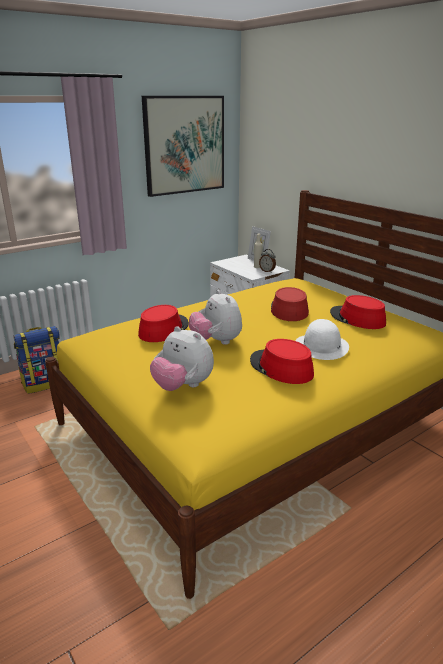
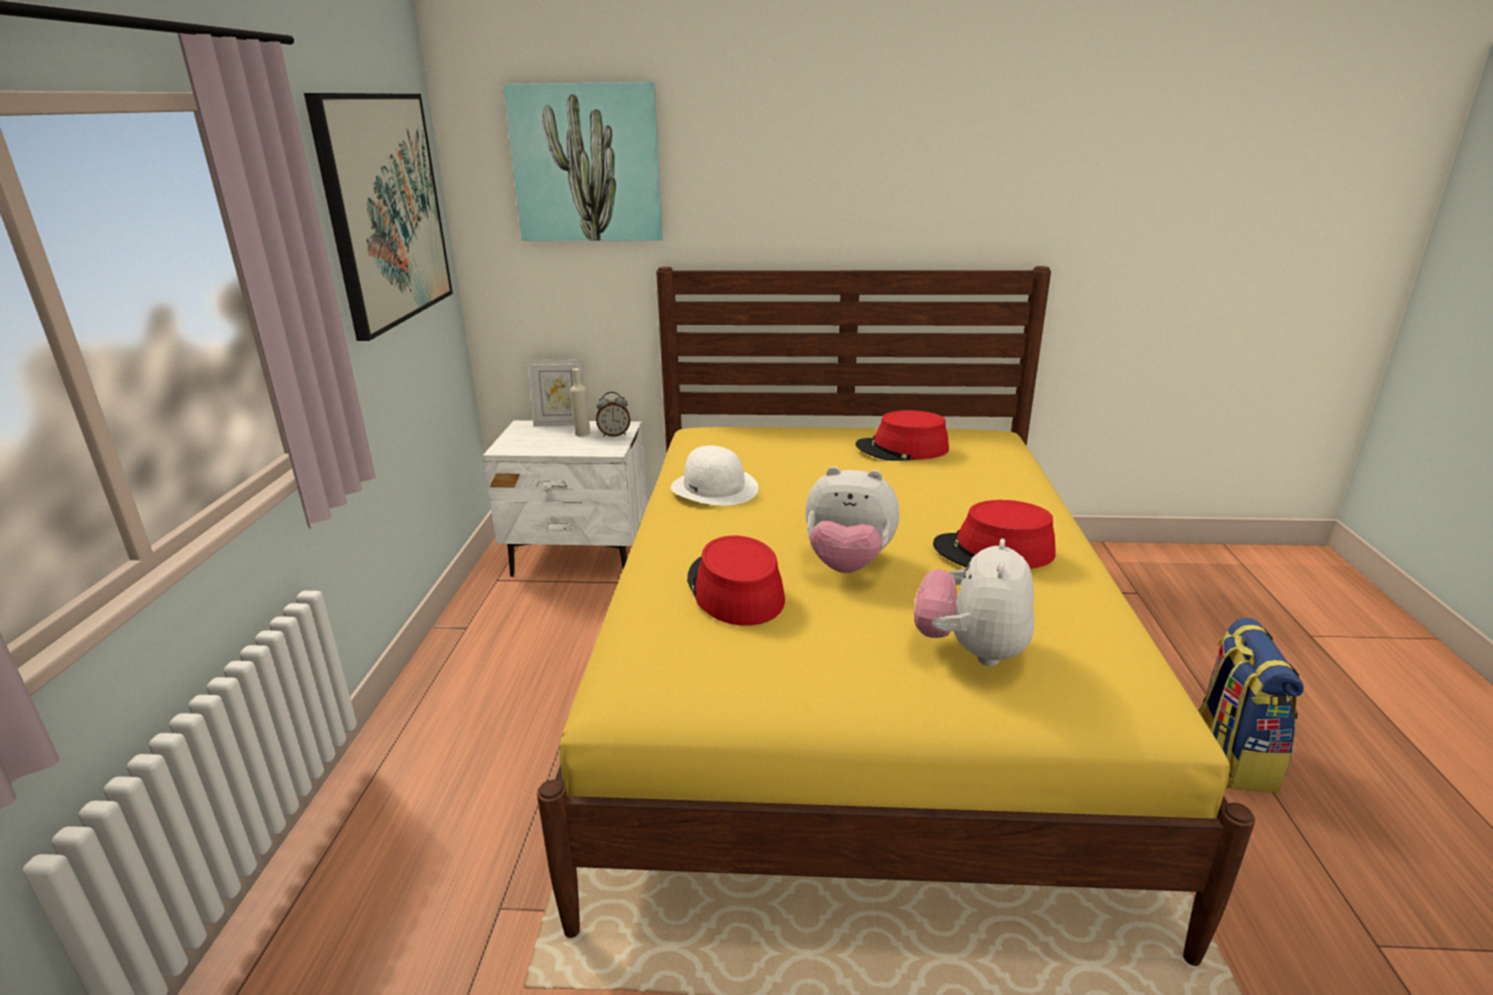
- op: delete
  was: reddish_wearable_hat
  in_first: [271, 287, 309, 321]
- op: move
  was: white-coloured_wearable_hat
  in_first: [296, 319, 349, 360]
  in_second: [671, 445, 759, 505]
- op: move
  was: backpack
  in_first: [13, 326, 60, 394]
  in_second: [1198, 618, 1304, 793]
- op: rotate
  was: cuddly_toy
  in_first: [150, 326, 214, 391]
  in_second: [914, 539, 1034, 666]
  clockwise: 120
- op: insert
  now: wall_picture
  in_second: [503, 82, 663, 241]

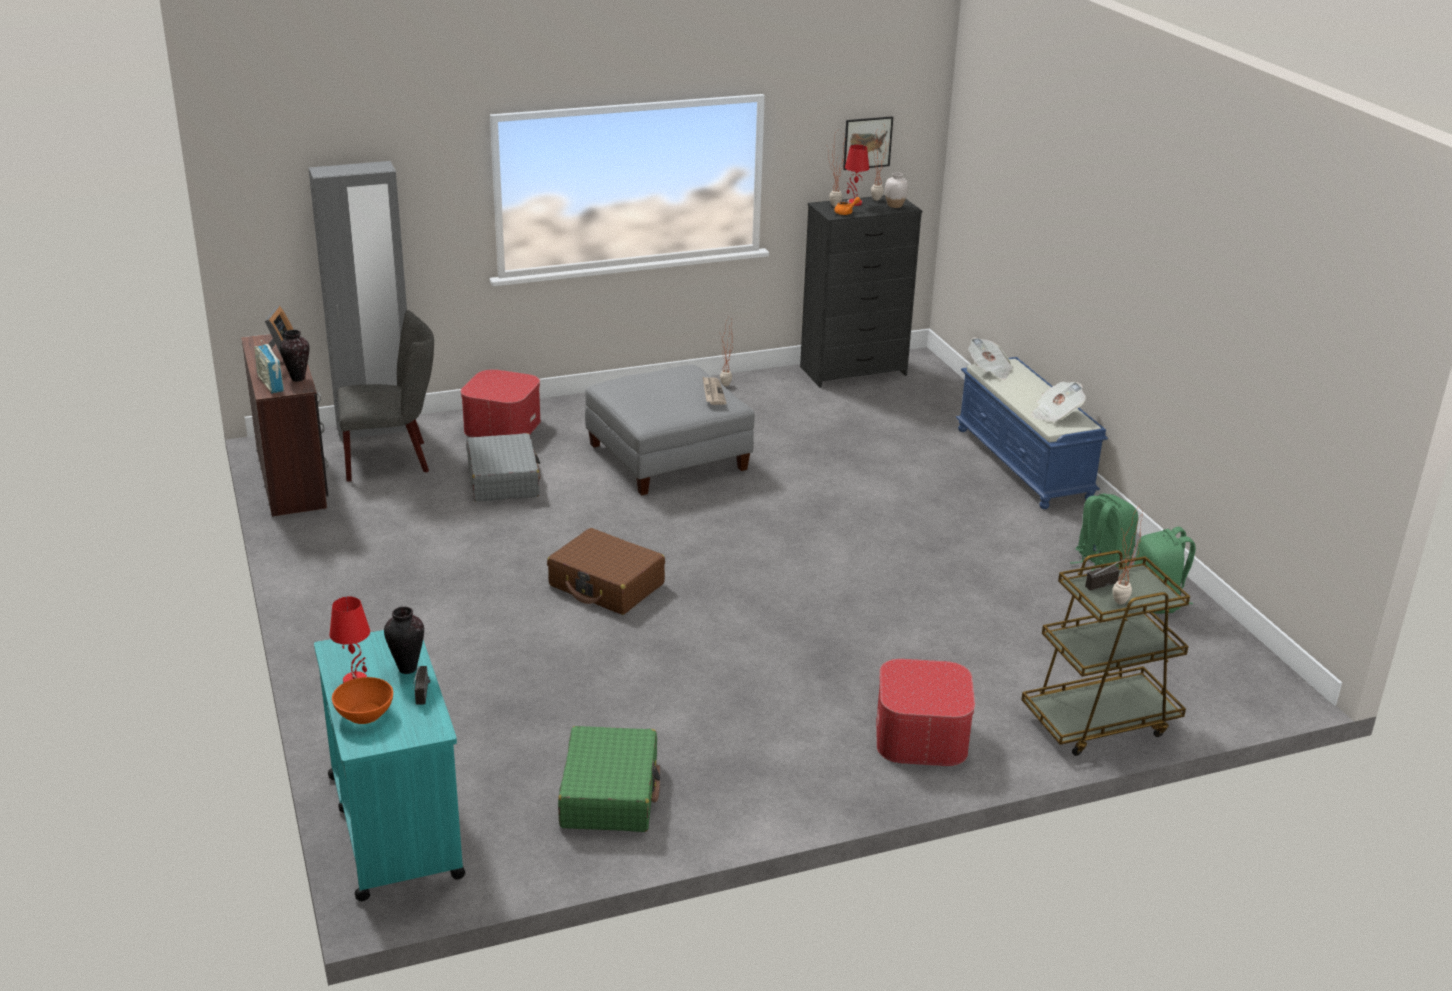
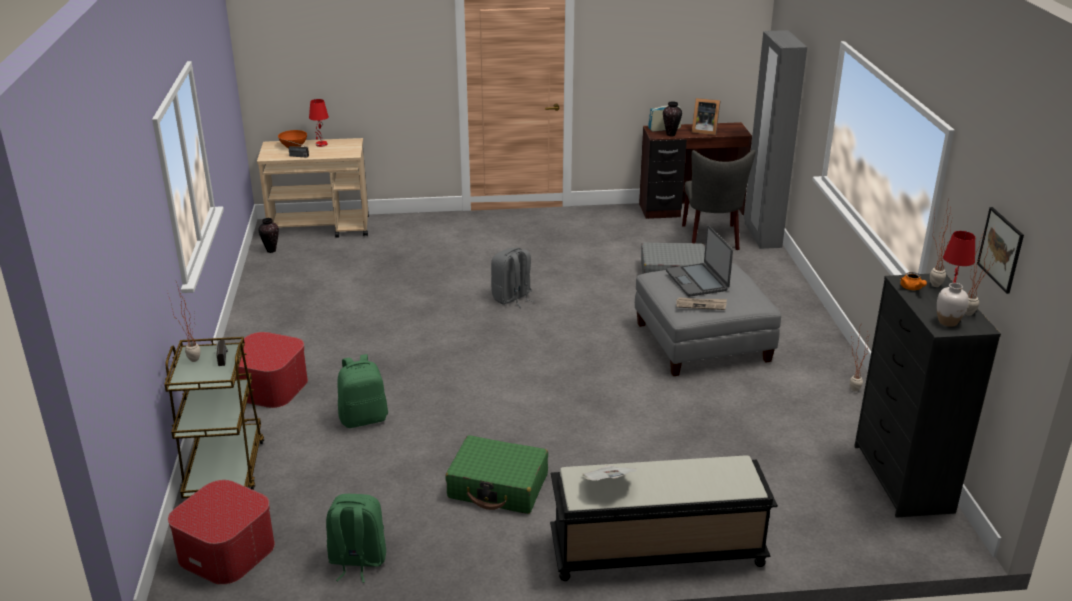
- op: delete
  was: newspaper
  in_first: [968, 337, 1014, 380]
- op: recolor
  was: bluish_bench
  now: black_bench
  in_first: [956, 357, 1108, 509]
  in_second: [550, 455, 778, 581]
- op: move
  was: pouffe
  in_first: [461, 369, 541, 437]
  in_second: [168, 480, 275, 585]
- op: move
  was: green_backpack
  in_first: [1070, 493, 1138, 571]
  in_second: [337, 354, 388, 428]
- op: replace
  was: brownish_travel_case
  now: greyish_backpack
  in_first: [547, 528, 665, 615]
  in_second: [491, 248, 535, 308]
- op: move
  was: decorative_vase
  in_first: [384, 607, 424, 674]
  in_second: [258, 218, 279, 253]
- op: recolor
  was: turquoise_cart
  now: sand-coloured_cart
  in_first: [314, 630, 465, 901]
  in_second: [257, 138, 369, 238]
- op: move
  was: green_travel_case
  in_first: [558, 726, 660, 832]
  in_second: [445, 435, 548, 514]
- op: insert
  now: laptop
  in_second: [666, 225, 733, 297]

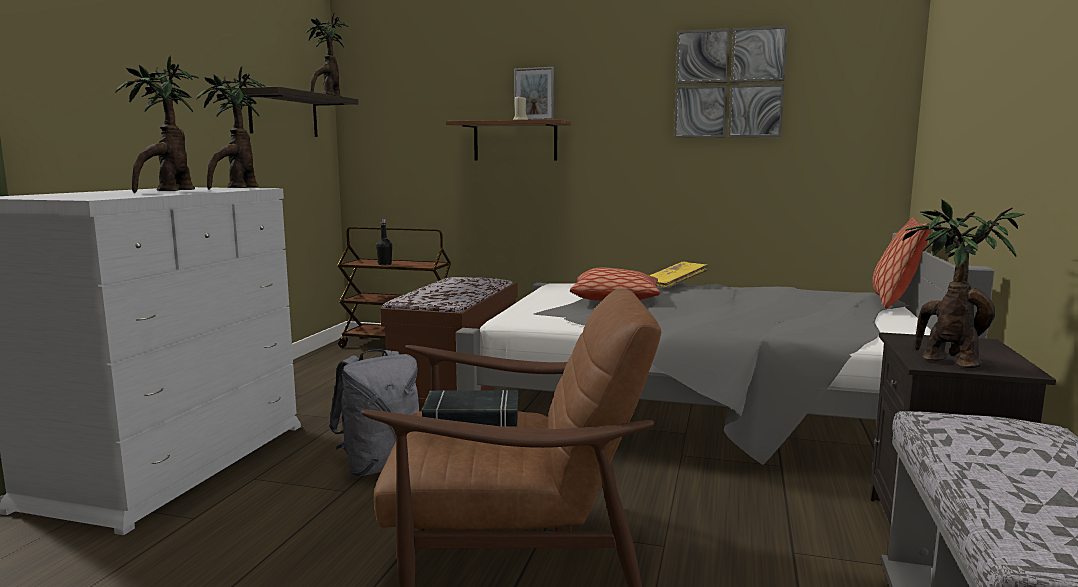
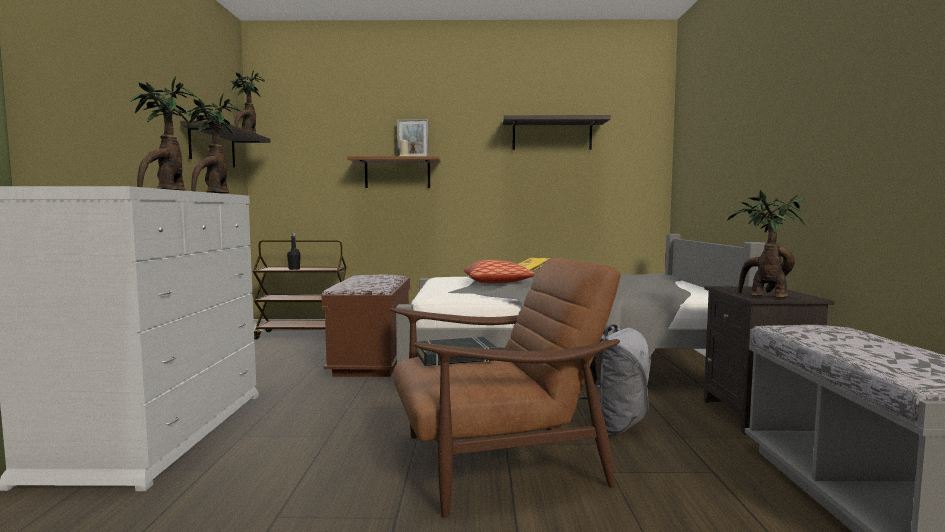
- op: replace
  was: wall_picture
  now: bracket_shelf
  in_first: [674, 26, 788, 138]
  in_second: [502, 115, 611, 150]
- op: delete
  was: pillow
  in_first: [872, 217, 930, 308]
- op: move
  was: greyish_backpack
  in_first: [329, 349, 419, 477]
  in_second: [578, 324, 652, 434]

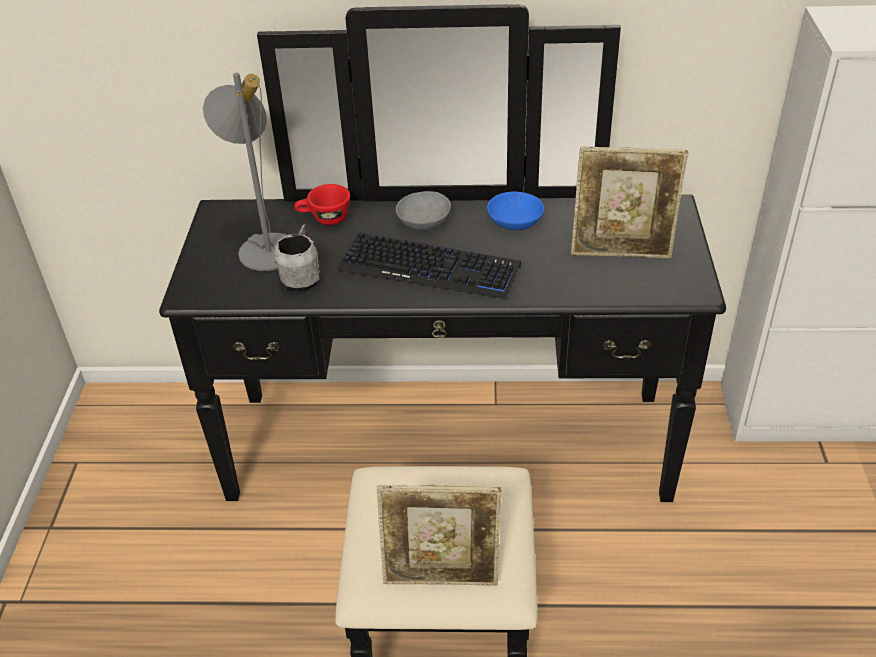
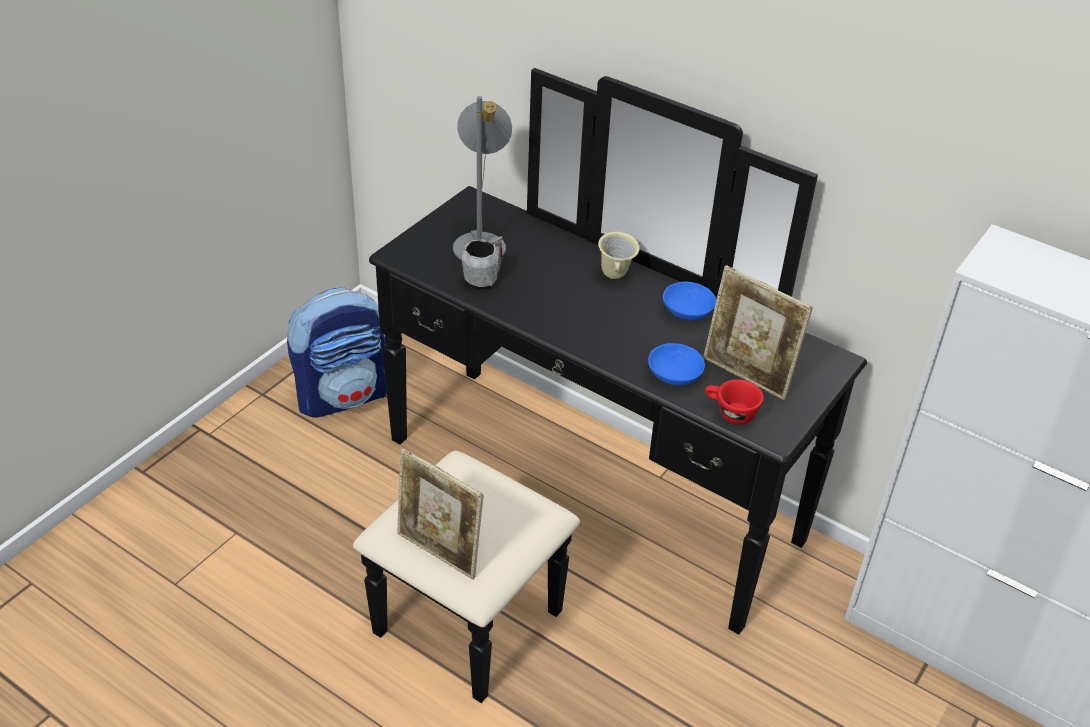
- op: move
  was: reddish_drinking_cup
  in_first: [295, 184, 350, 225]
  in_second: [705, 379, 764, 424]
- op: replace
  was: greyish_deep_dish
  now: sand-coloured_mug
  in_first: [396, 191, 451, 230]
  in_second: [598, 232, 640, 279]
- op: delete
  was: computer_keyboard
  in_first: [337, 232, 521, 299]
- op: insert
  now: backpack
  in_second: [287, 287, 387, 418]
- op: insert
  now: bluish_deep_dish
  in_second: [648, 343, 705, 386]

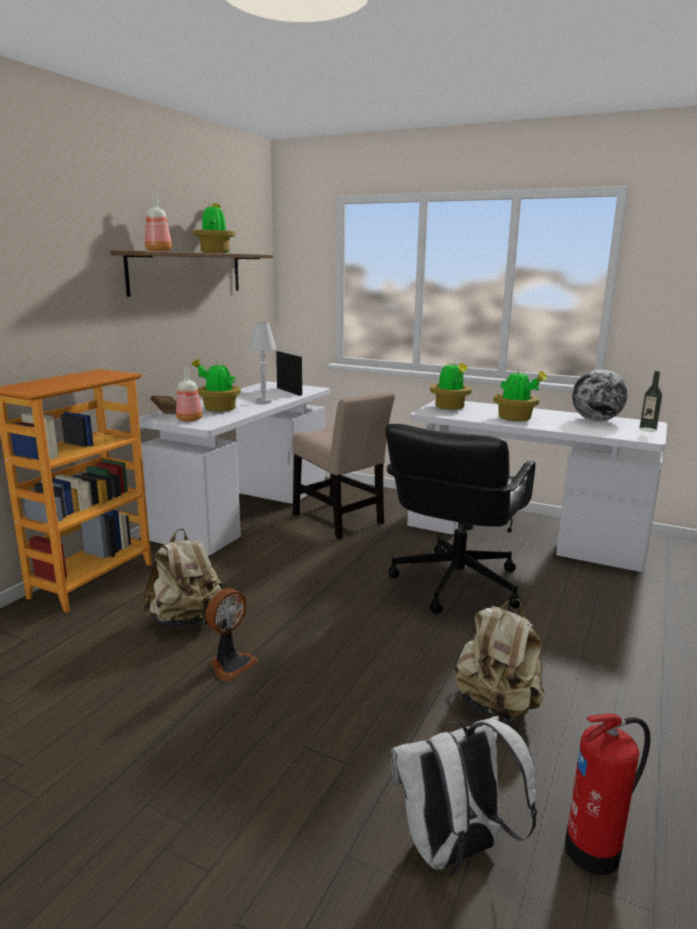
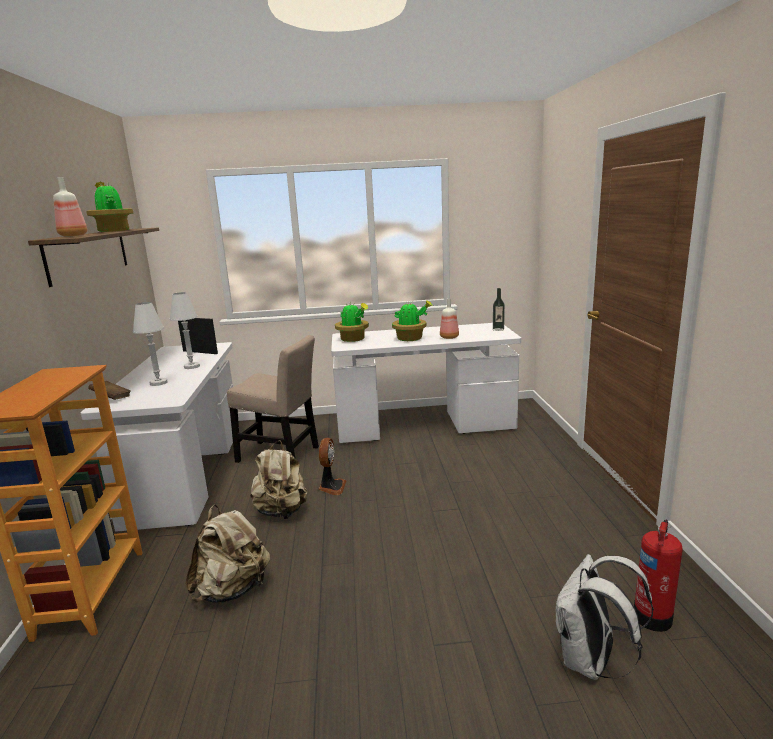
- op: replace
  was: potted_plant
  now: white-coloured_tabletop_lamp
  in_first: [191, 359, 241, 412]
  in_second: [133, 302, 168, 386]
- op: move
  was: drink_bottle
  in_first: [176, 367, 202, 422]
  in_second: [440, 298, 459, 339]
- op: delete
  was: globe
  in_first: [572, 369, 627, 421]
- op: delete
  was: black_computer_chair
  in_first: [385, 424, 535, 614]
- op: move
  was: cooling_fan
  in_first: [206, 588, 258, 681]
  in_second: [318, 438, 346, 495]
- op: move
  was: sand-coloured_backpack
  in_first: [455, 599, 545, 723]
  in_second: [250, 440, 307, 519]

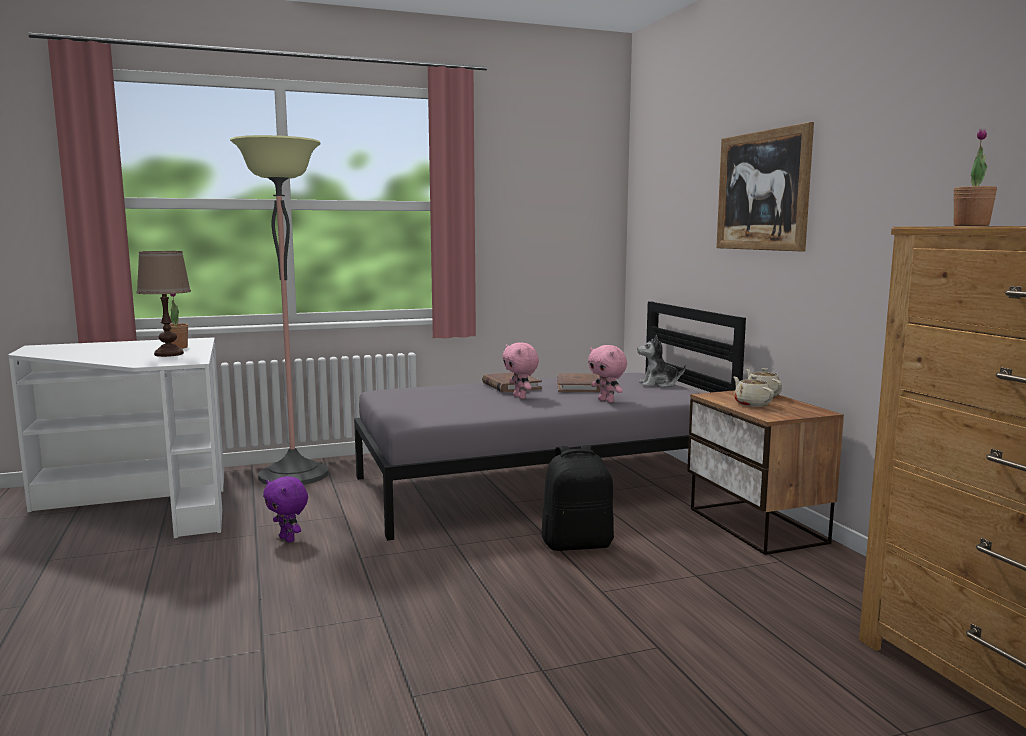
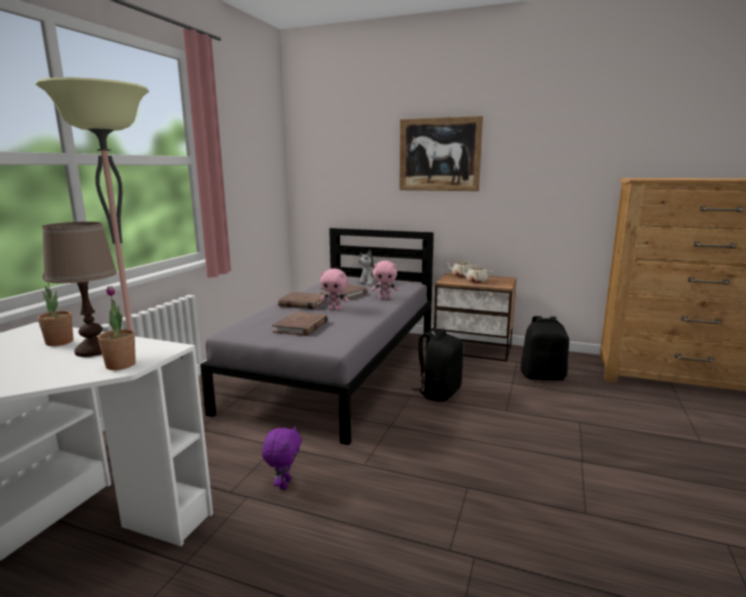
- op: move
  was: potted_plant
  in_first: [953, 128, 997, 226]
  in_second: [98, 286, 136, 370]
- op: rotate
  was: purplish_cuddly_toy
  in_first: [263, 476, 308, 543]
  in_second: [262, 426, 302, 490]
  clockwise: -75
- op: insert
  now: brownish_bound_book
  in_second: [272, 312, 328, 336]
- op: insert
  now: black_backpack
  in_second: [520, 316, 569, 380]

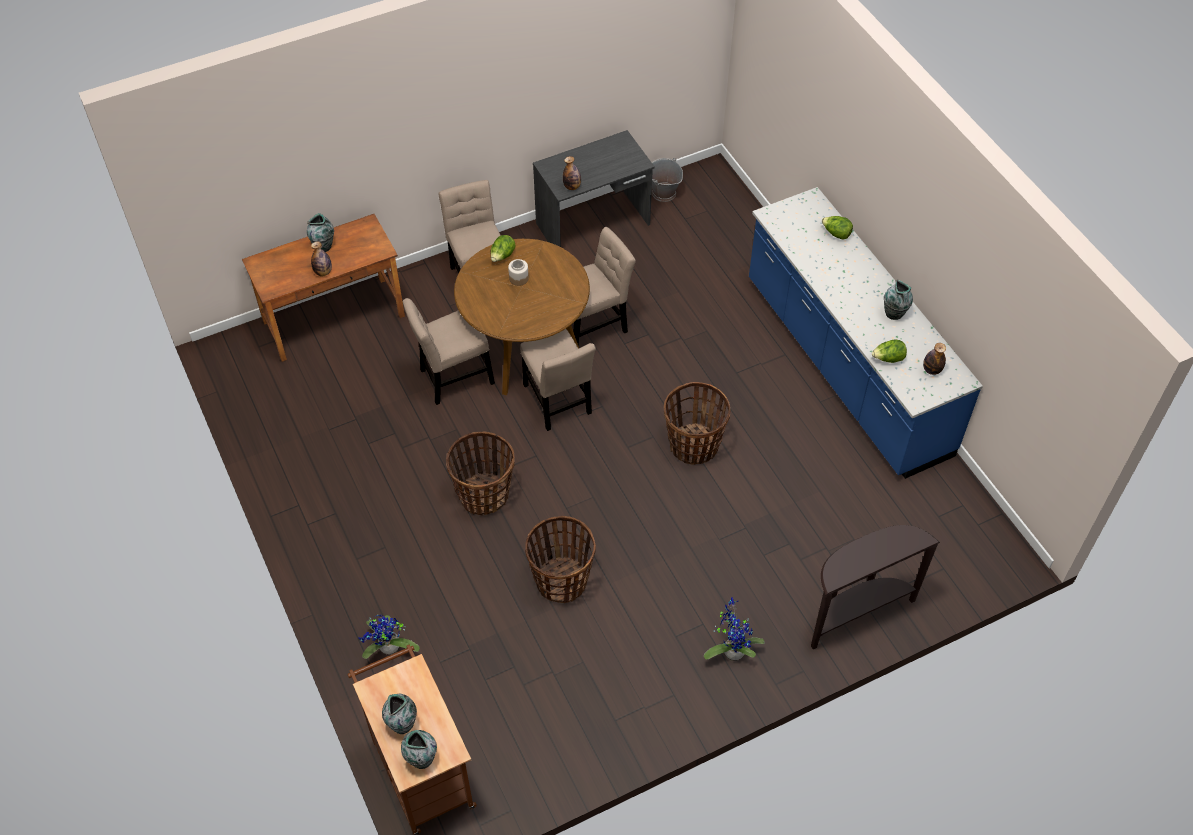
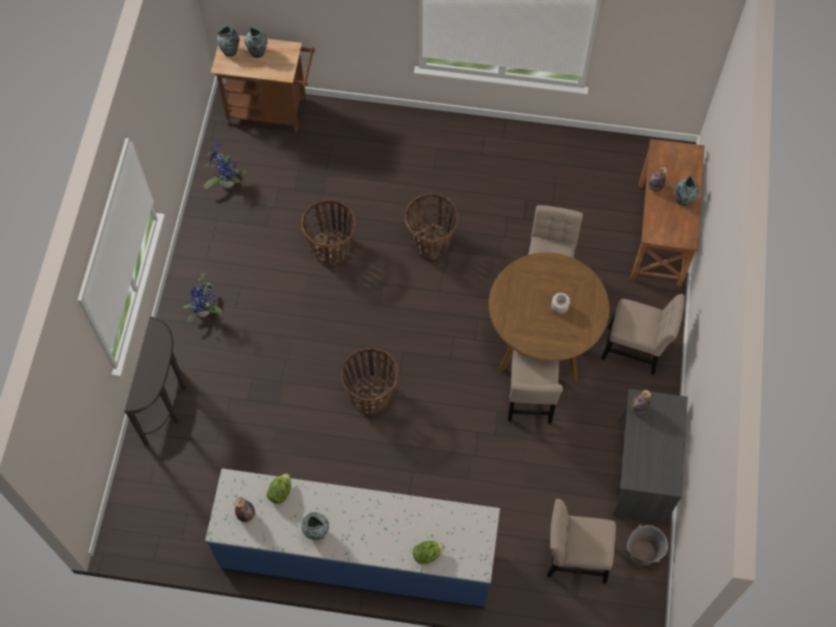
- op: delete
  was: head_of_lettuce
  in_first: [490, 235, 516, 262]
- op: move
  was: sand-coloured_chair
  in_first: [520, 329, 596, 431]
  in_second: [547, 499, 616, 583]
- op: move
  was: potted_plant
  in_first: [358, 615, 420, 659]
  in_second: [203, 141, 247, 189]

